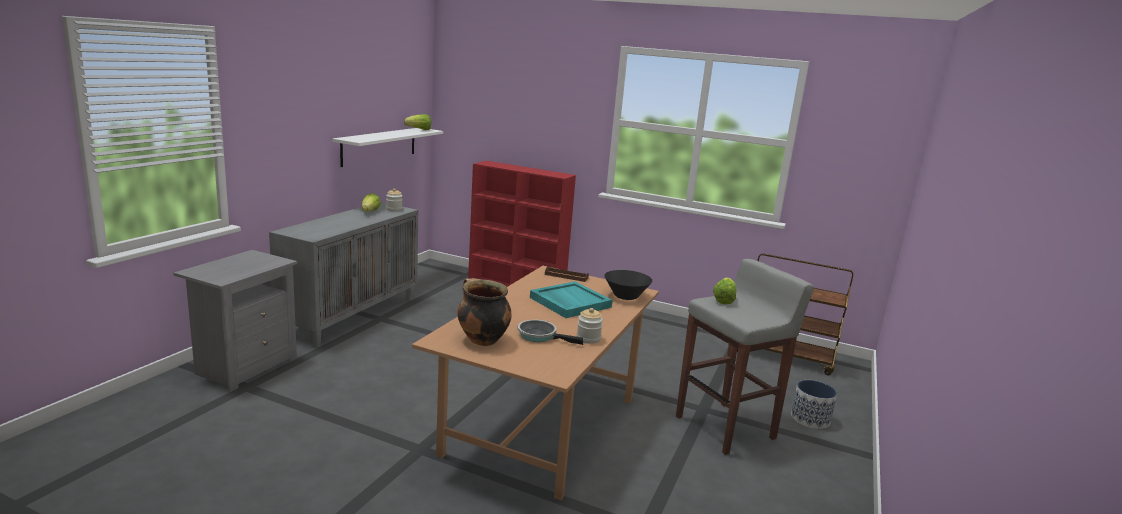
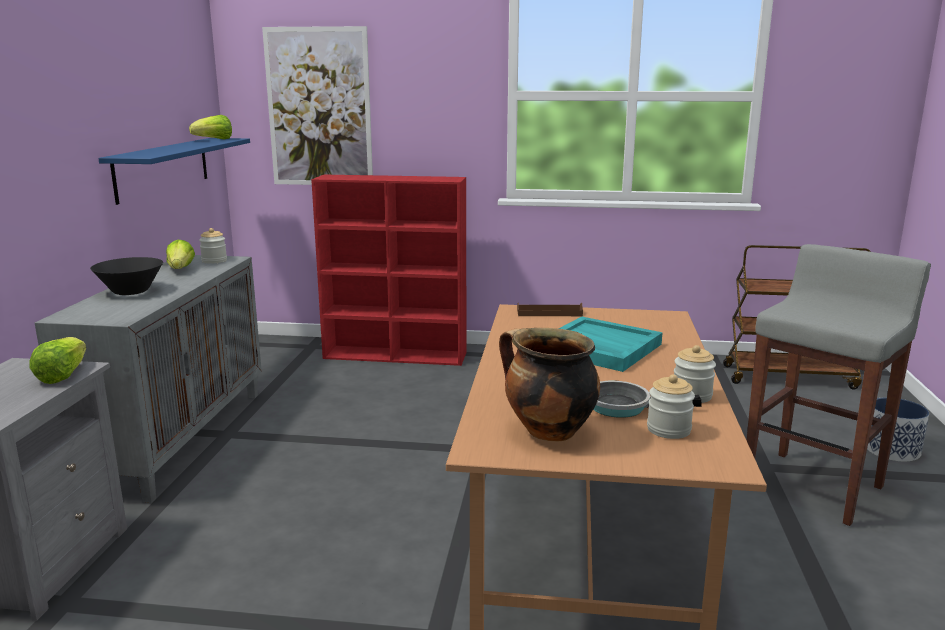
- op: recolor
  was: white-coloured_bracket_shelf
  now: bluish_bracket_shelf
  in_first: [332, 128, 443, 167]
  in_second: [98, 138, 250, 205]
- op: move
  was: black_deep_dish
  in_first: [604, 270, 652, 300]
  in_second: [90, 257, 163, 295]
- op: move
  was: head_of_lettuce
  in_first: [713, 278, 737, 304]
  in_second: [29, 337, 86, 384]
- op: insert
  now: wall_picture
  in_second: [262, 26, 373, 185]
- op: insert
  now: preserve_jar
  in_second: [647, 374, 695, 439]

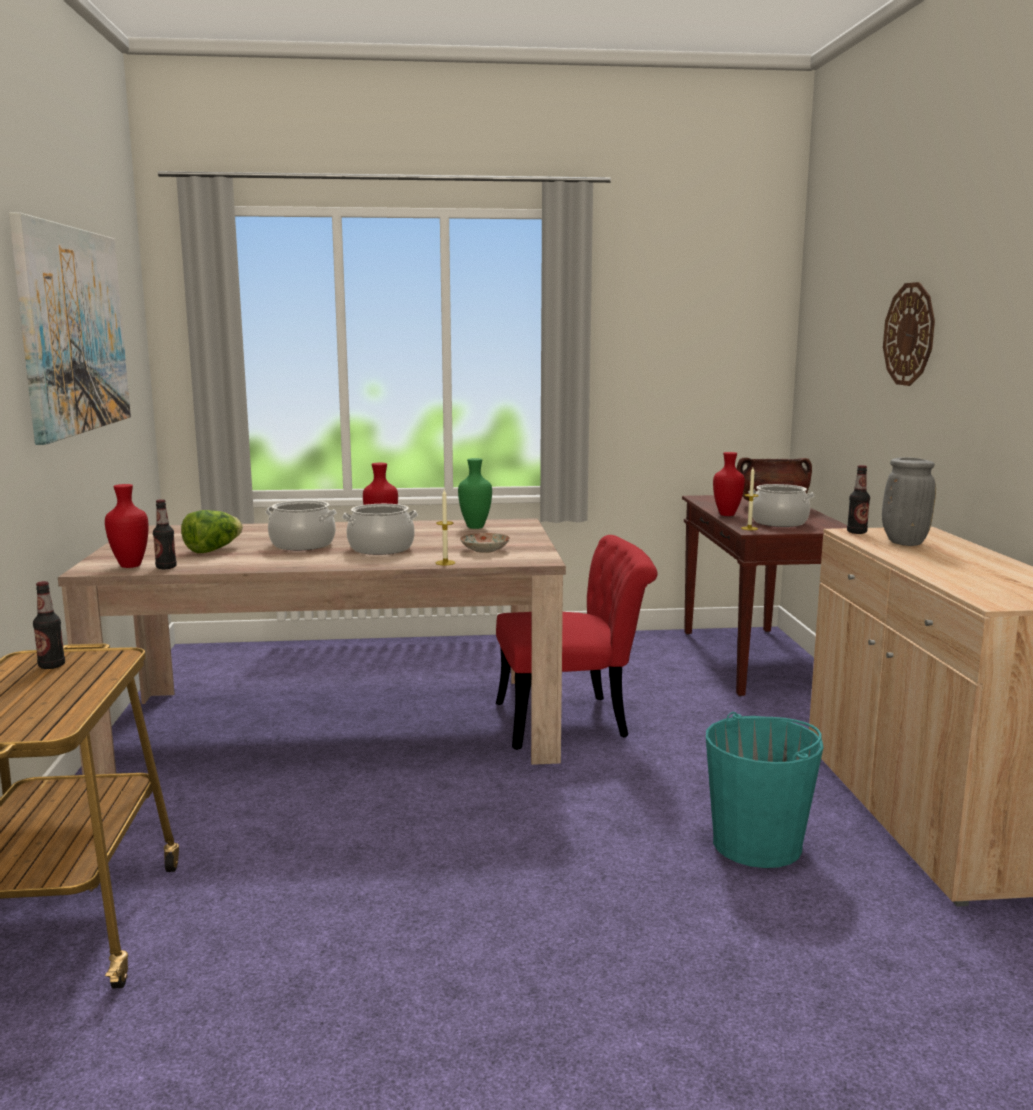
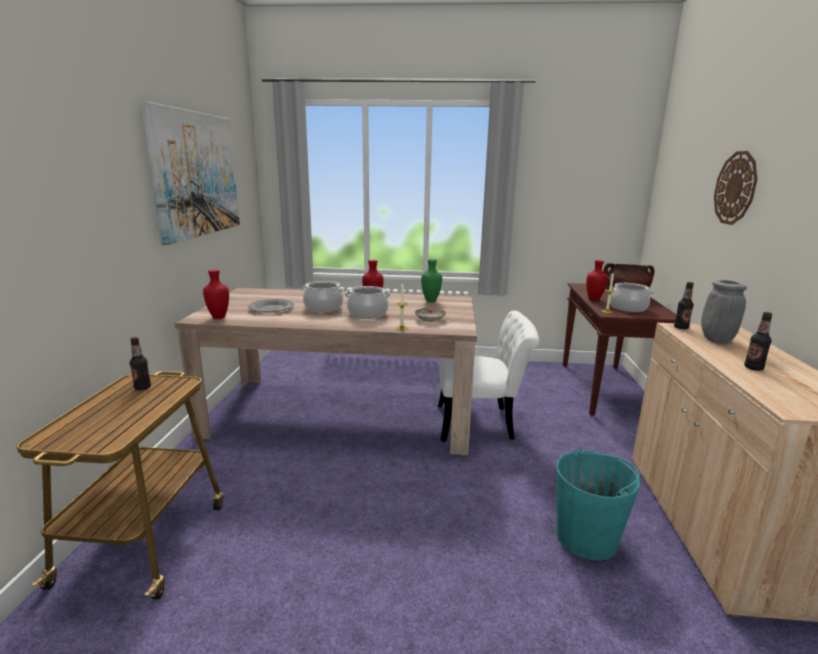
- op: move
  was: drink_bottle
  in_first: [153, 499, 177, 569]
  in_second: [744, 312, 772, 371]
- op: replace
  was: head_of_lettuce
  now: greyish_plate
  in_first: [181, 510, 243, 553]
  in_second: [248, 299, 294, 312]
- op: recolor
  was: reddish_chair
  now: white-coloured_chair
  in_first: [496, 535, 658, 750]
  in_second: [438, 310, 540, 442]

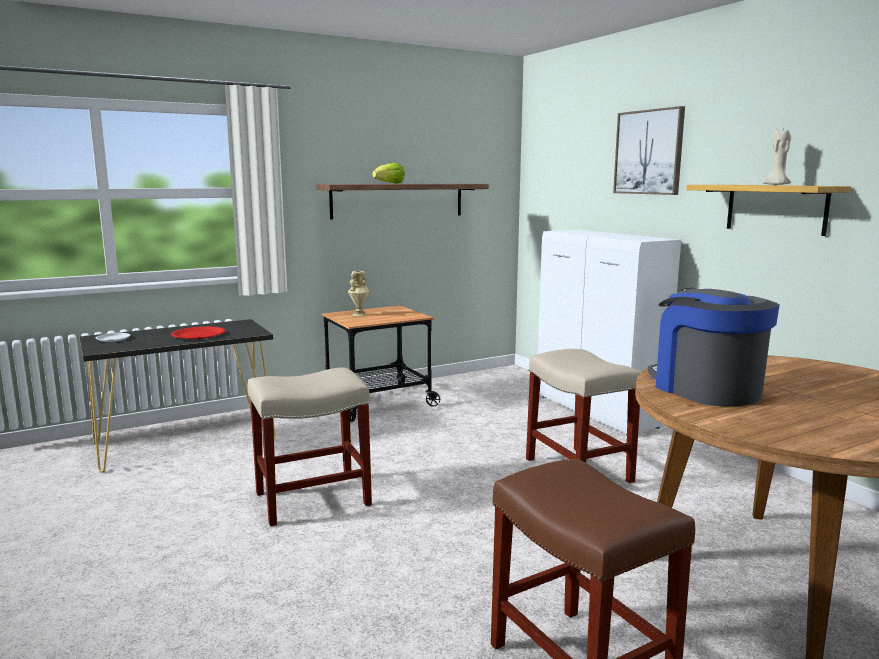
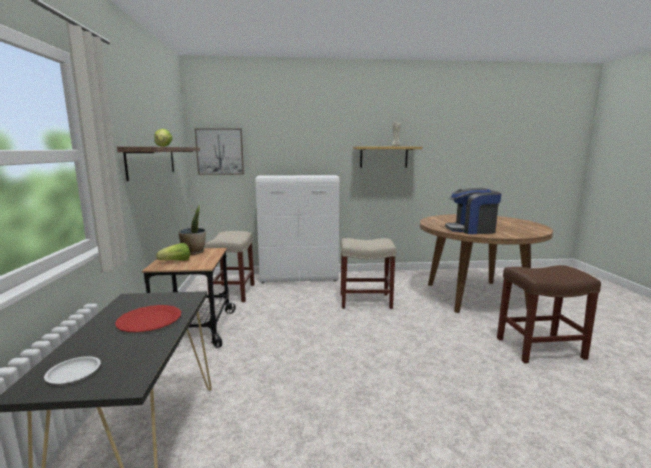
- op: move
  was: wall_picture
  in_first: [613, 106, 685, 195]
  in_second: [195, 128, 244, 175]
- op: replace
  was: sand-coloured_decorative_vase
  now: head_of_lettuce
  in_first: [348, 271, 370, 316]
  in_second: [156, 243, 190, 261]
- op: move
  was: sand-coloured_stool_seat
  in_first: [248, 367, 372, 526]
  in_second: [205, 231, 255, 302]
- op: insert
  now: potted_plant
  in_second: [178, 205, 206, 255]

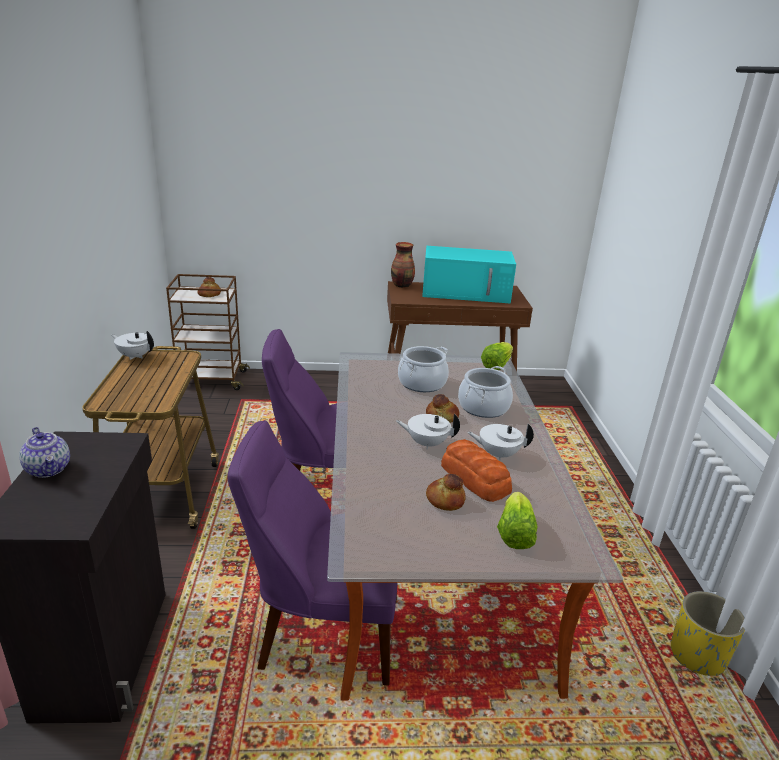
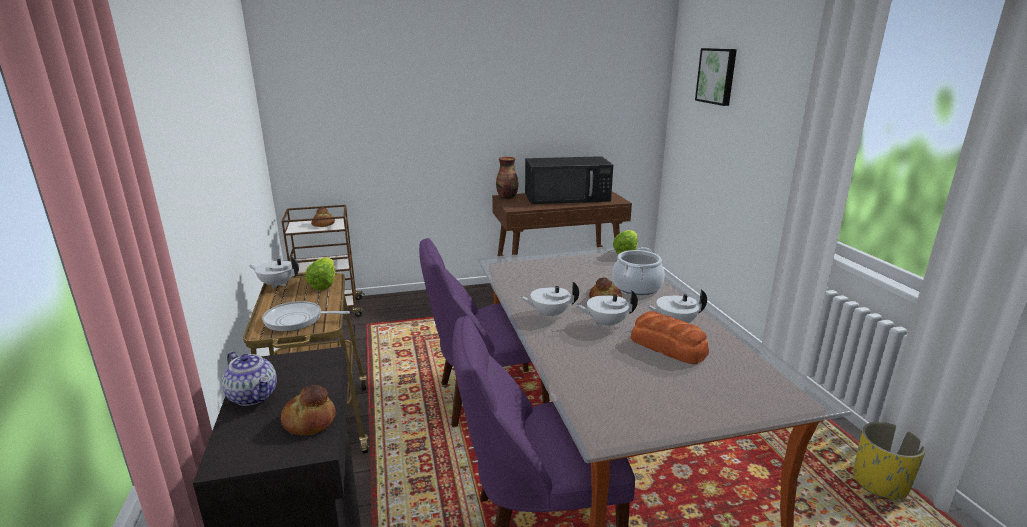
- op: recolor
  was: turquoise_kitchen_microwave
  now: black_kitchen_microwave
  in_first: [422, 246, 516, 303]
  in_second: [525, 156, 613, 204]
- op: delete
  was: stockpot
  in_first: [398, 346, 449, 392]
- op: move
  was: bakery_bread
  in_first: [426, 474, 466, 511]
  in_second: [281, 385, 336, 436]
- op: move
  was: head_of_lettuce
  in_first: [497, 492, 538, 549]
  in_second: [305, 257, 335, 290]
- op: insert
  now: wall_picture
  in_second: [695, 48, 737, 106]
- op: insert
  now: white-coloured_tea_pot
  in_second: [519, 282, 579, 319]
- op: insert
  now: frying_pan
  in_second: [262, 301, 350, 332]

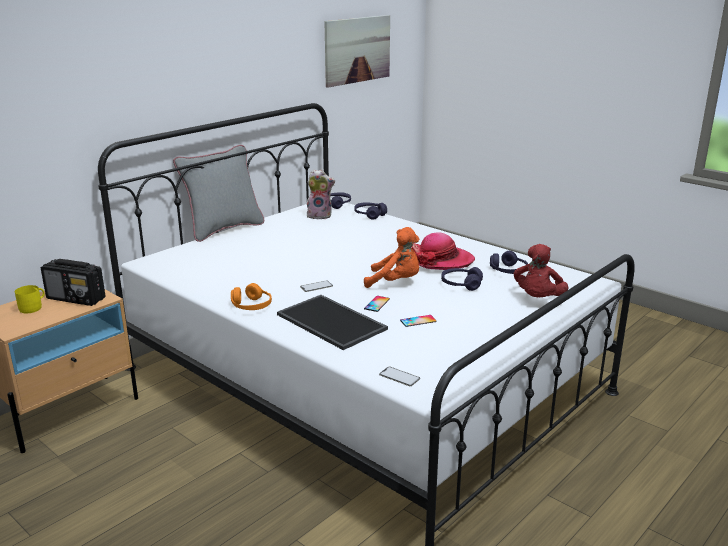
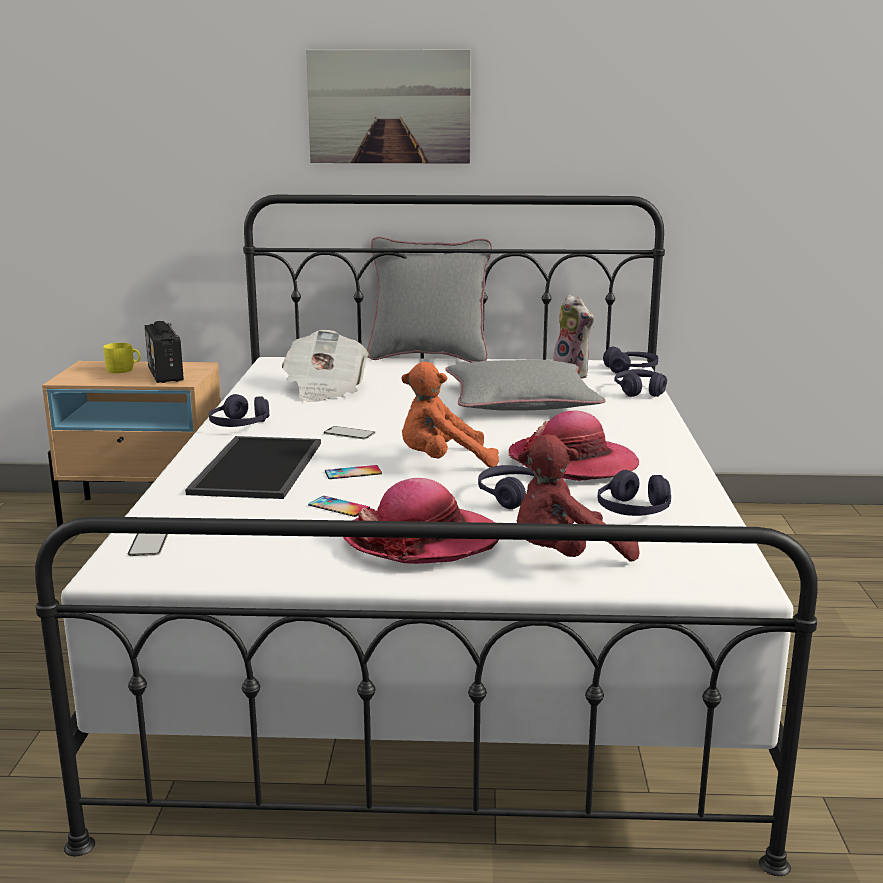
- op: move
  was: wall_picture
  in_first: [324, 15, 390, 88]
  in_second: [306, 49, 471, 163]
- op: rotate
  was: orange-coloured_cuddly_toy
  in_first: [364, 227, 419, 288]
  in_second: [401, 362, 499, 467]
  clockwise: 105
- op: recolor
  was: orange-coloured_pair_of_headphones
  now: purplish_pair_of_headphones
  in_first: [231, 283, 272, 310]
  in_second: [209, 394, 269, 427]
- op: insert
  now: newspaper
  in_second: [282, 330, 368, 402]
- op: insert
  now: greyish_pillow
  in_second: [446, 360, 605, 411]
- op: insert
  now: wearable_hat
  in_second: [343, 478, 499, 564]

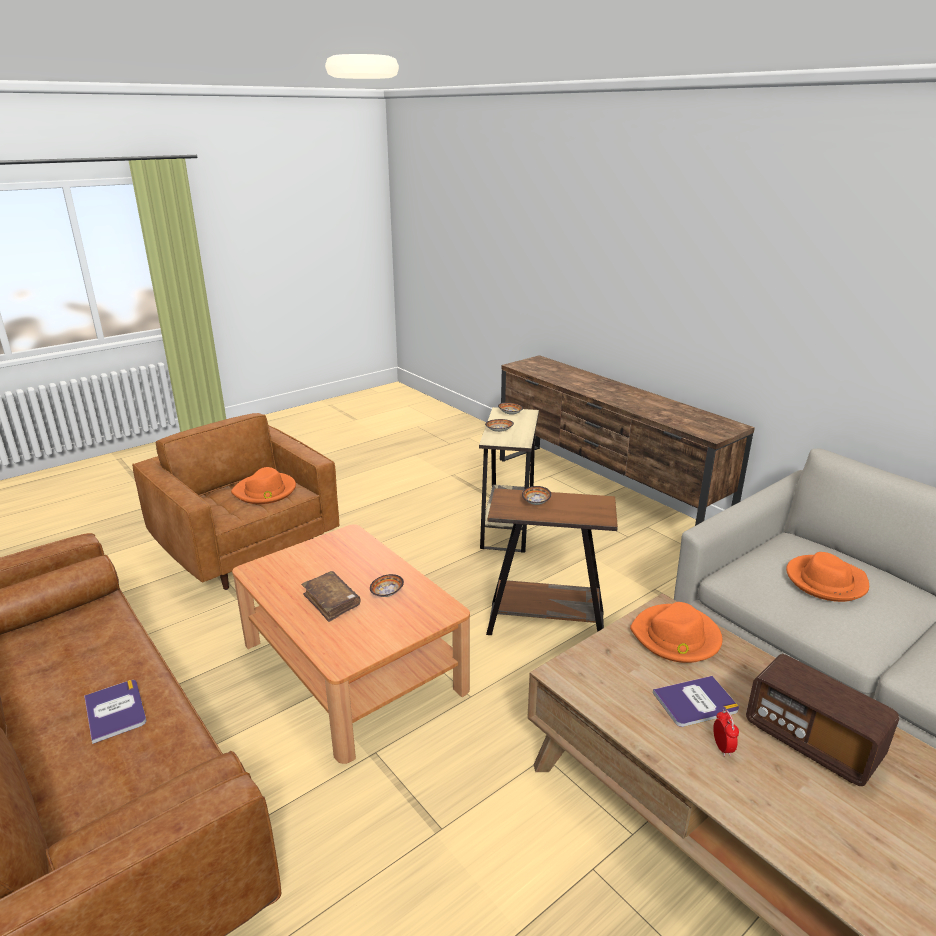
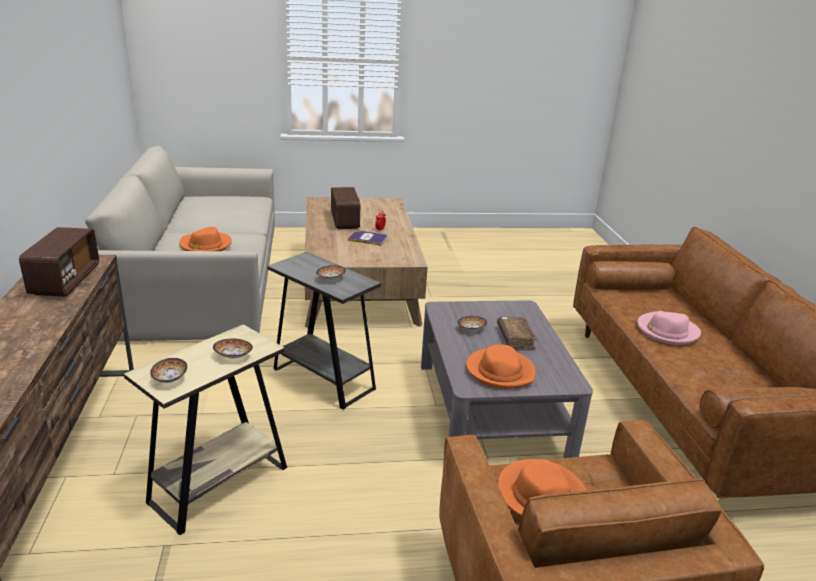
- op: recolor
  was: brownish_accent_table
  now: greyish_accent_table
  in_first: [486, 488, 618, 635]
  in_second: [267, 252, 381, 409]
- op: recolor
  was: brownish_lounge_table
  now: greyish_lounge_table
  in_first: [232, 524, 470, 764]
  in_second: [421, 300, 593, 458]
- op: move
  was: orange-coloured_wearable_hat
  in_first: [630, 602, 722, 663]
  in_second: [466, 344, 536, 389]
- op: replace
  was: bound_book
  now: pink_wearable_hat
  in_first: [84, 680, 146, 744]
  in_second: [637, 311, 701, 345]
- op: insert
  now: radio_set
  in_second: [19, 227, 99, 297]

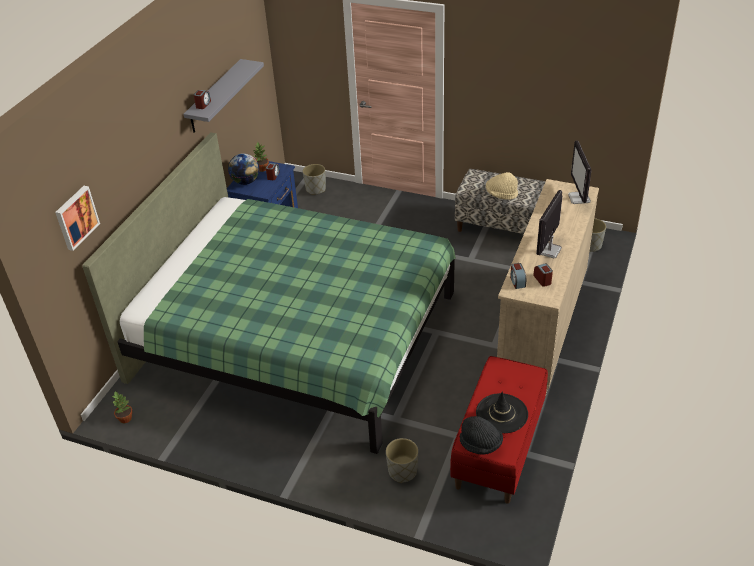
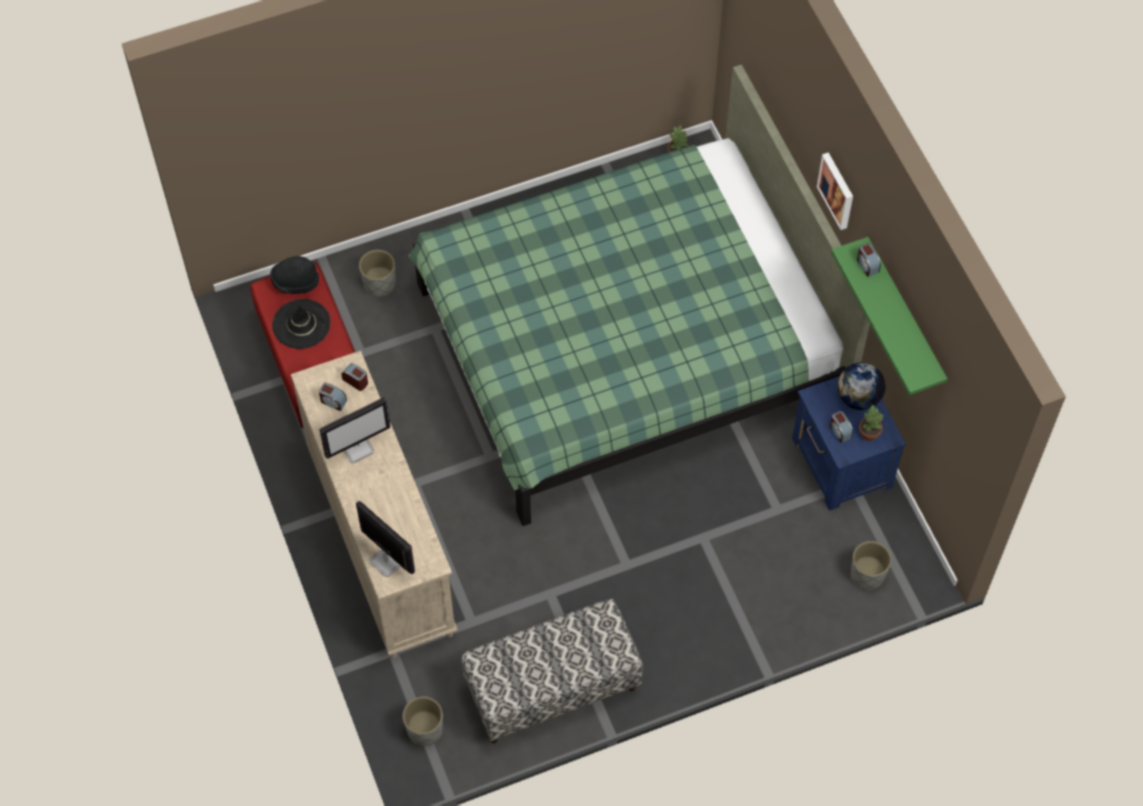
- op: recolor
  was: greyish_bracket_shelf
  now: green_bracket_shelf
  in_first: [183, 59, 264, 133]
  in_second: [831, 237, 947, 395]
- op: delete
  was: sand-coloured_wearable_hat
  in_first: [486, 172, 518, 200]
- op: move
  was: wall_picture
  in_first: [55, 186, 100, 251]
  in_second: [817, 152, 853, 230]
- op: rotate
  was: computer_screen
  in_first: [536, 190, 563, 258]
  in_second: [319, 397, 391, 463]
  clockwise: 75

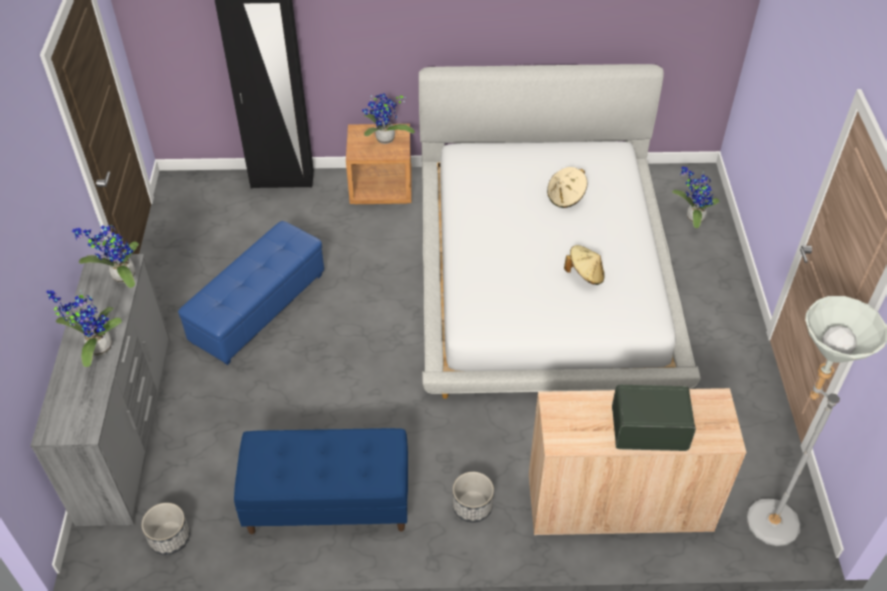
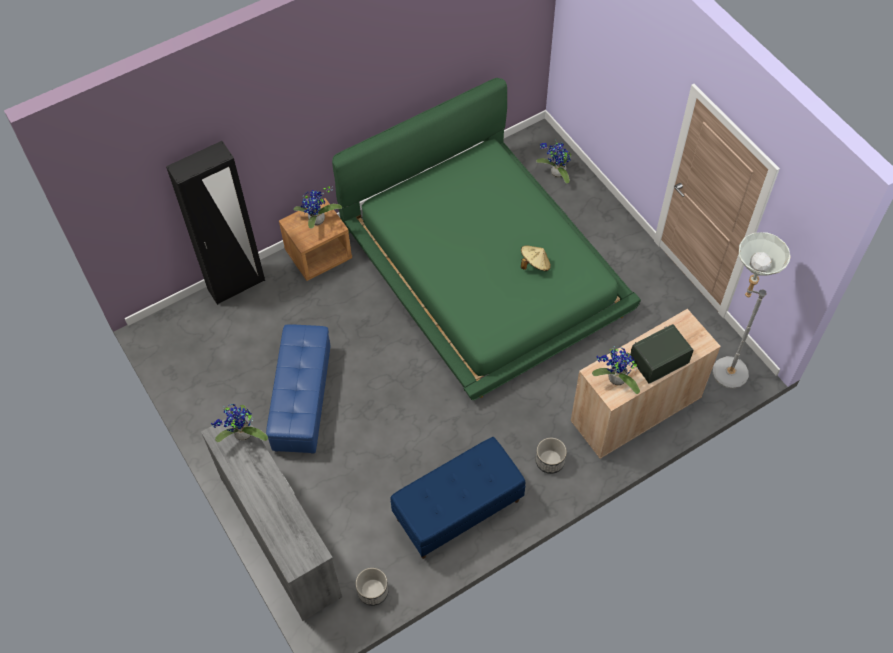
- op: recolor
  was: white-coloured_bedroom_bed
  now: green_bedroom_bed
  in_first: [419, 64, 700, 399]
  in_second: [332, 78, 641, 400]
- op: delete
  was: sand-coloured_wearable_hat
  in_first: [547, 167, 587, 208]
- op: move
  was: potted_plant
  in_first: [46, 290, 122, 367]
  in_second: [592, 346, 640, 394]

